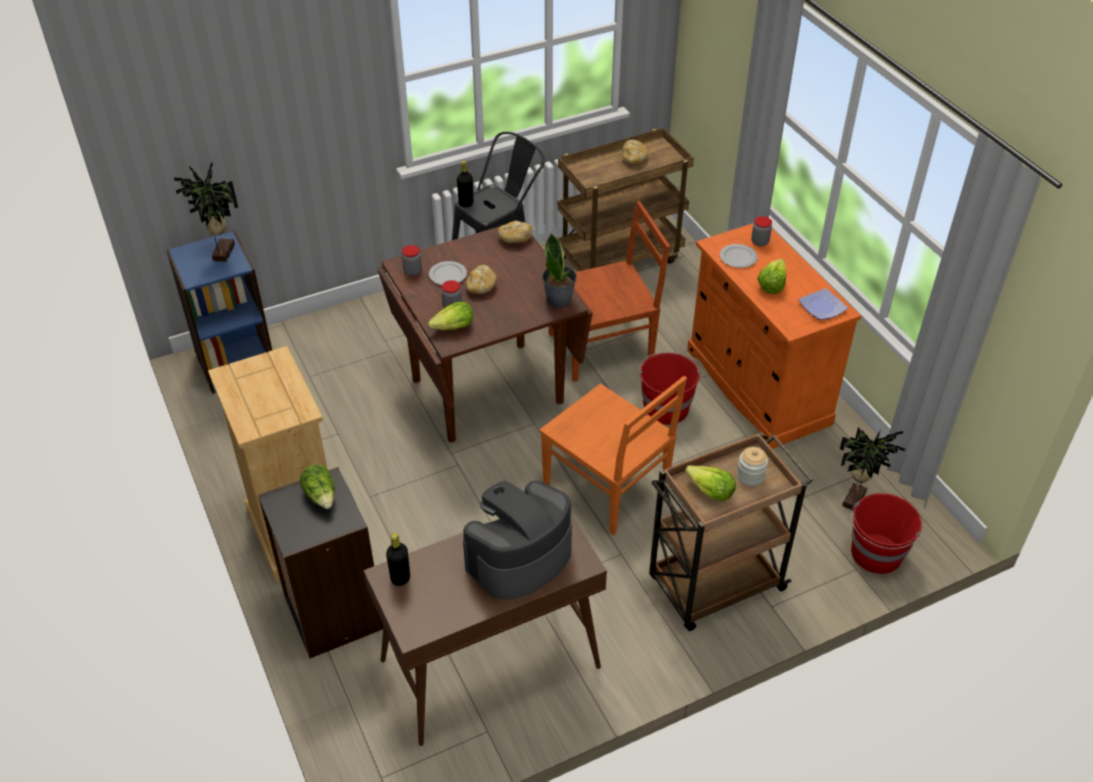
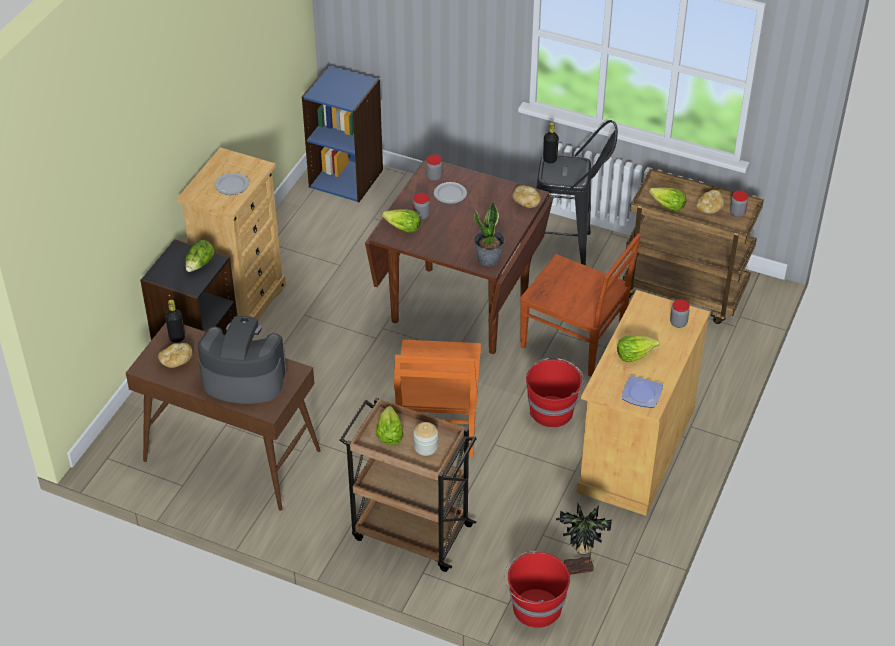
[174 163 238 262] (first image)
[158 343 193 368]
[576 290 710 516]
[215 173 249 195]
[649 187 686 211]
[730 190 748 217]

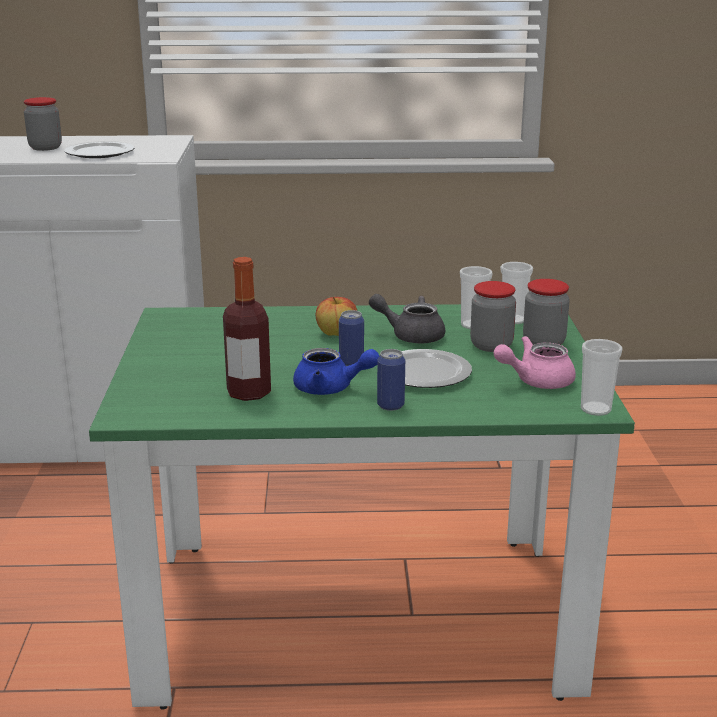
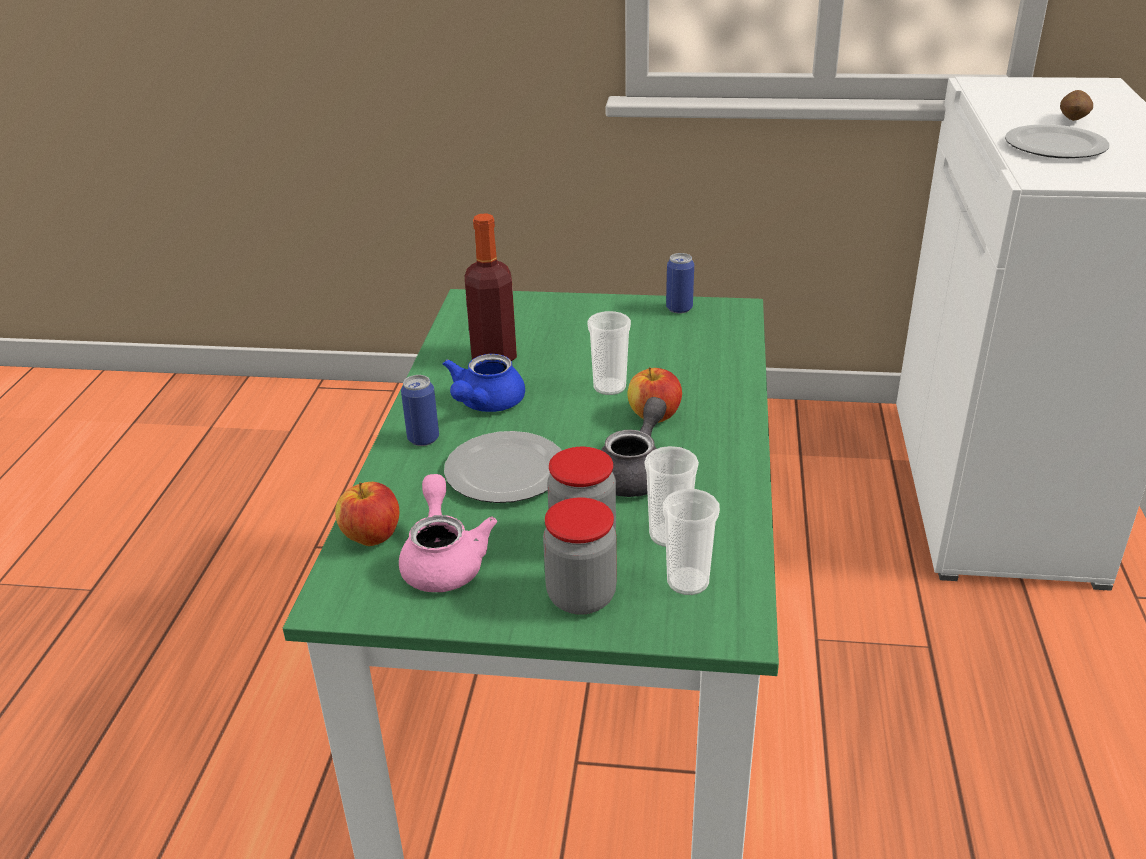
[1060 90 1093 121]
[666 253 694 313]
[587 311 631 395]
[335 482 399 546]

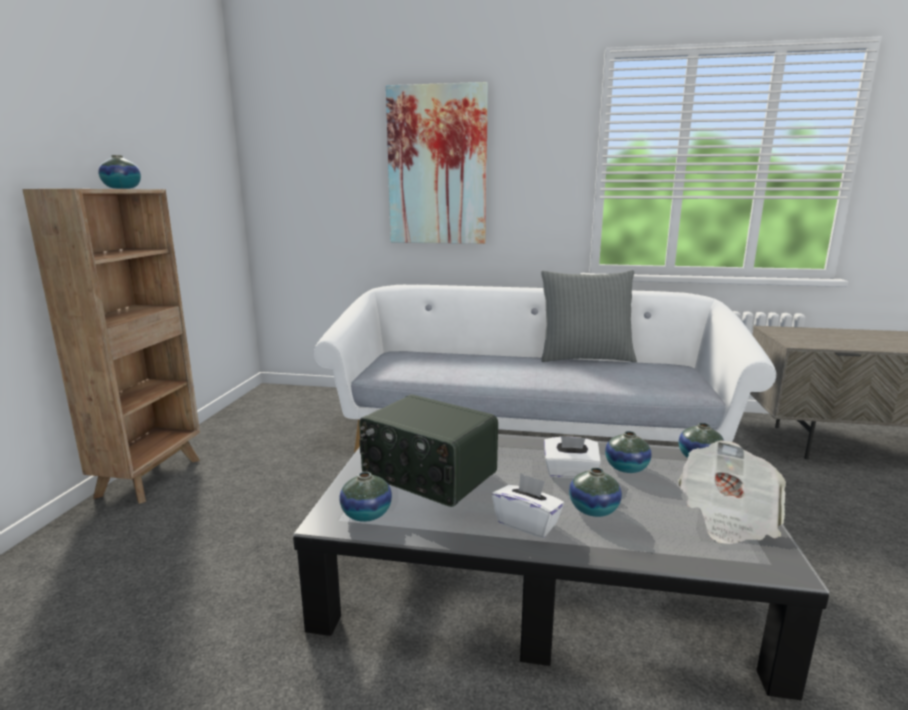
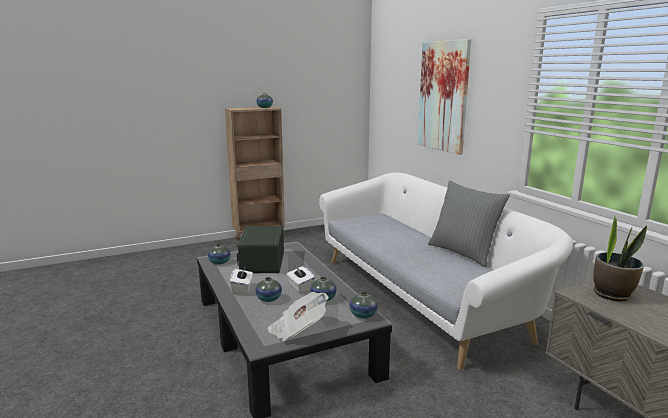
[593 215 647 301]

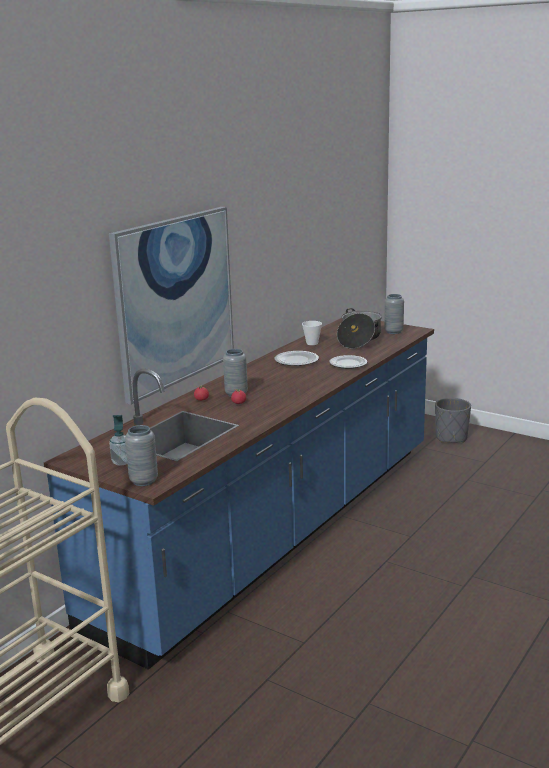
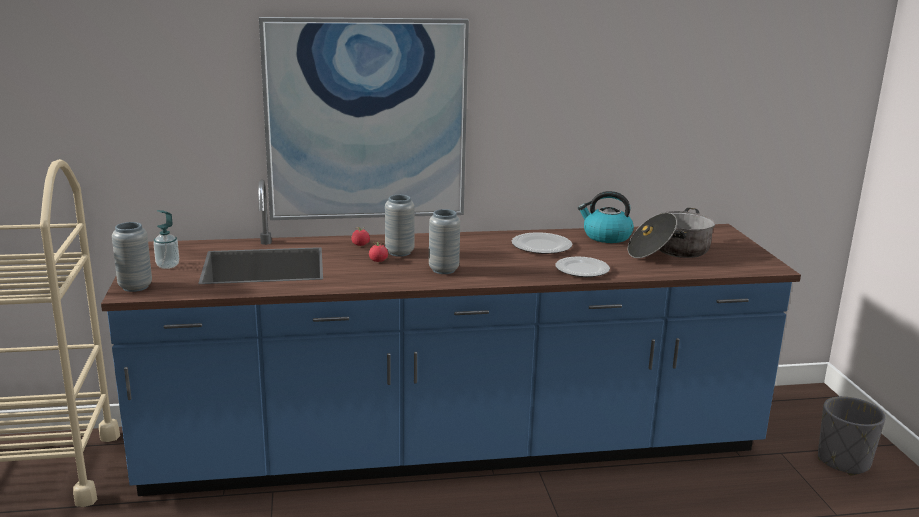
[578 191 634 243]
[429 209 460 274]

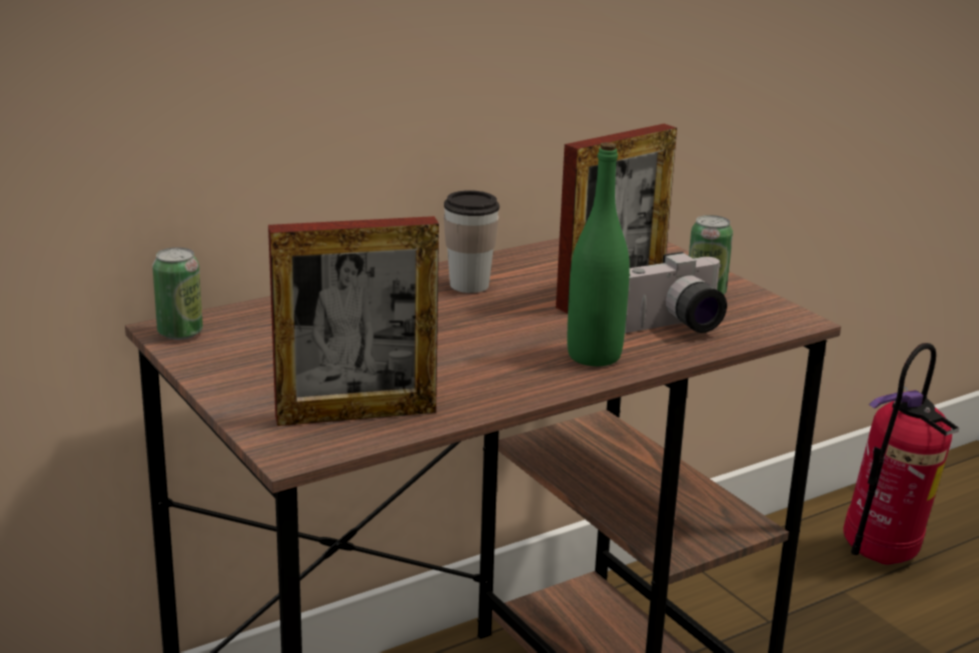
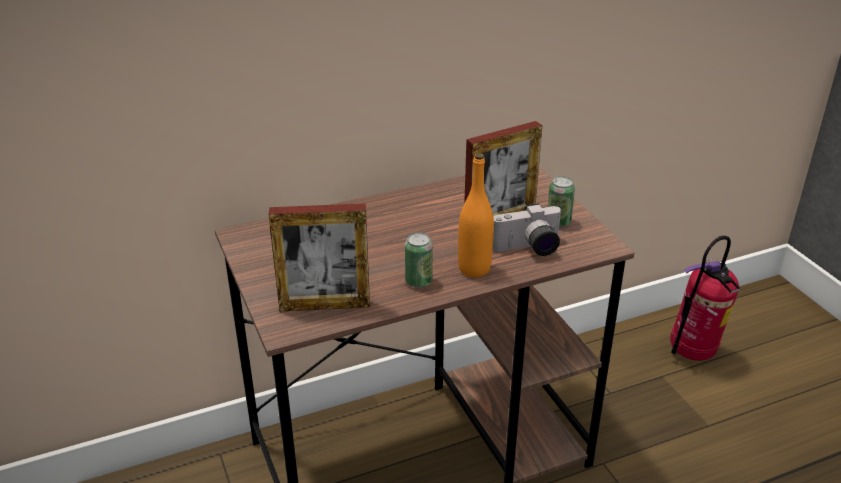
[405 232 433 288]
[444 190 499 293] (first image)
[458 153 494 277]

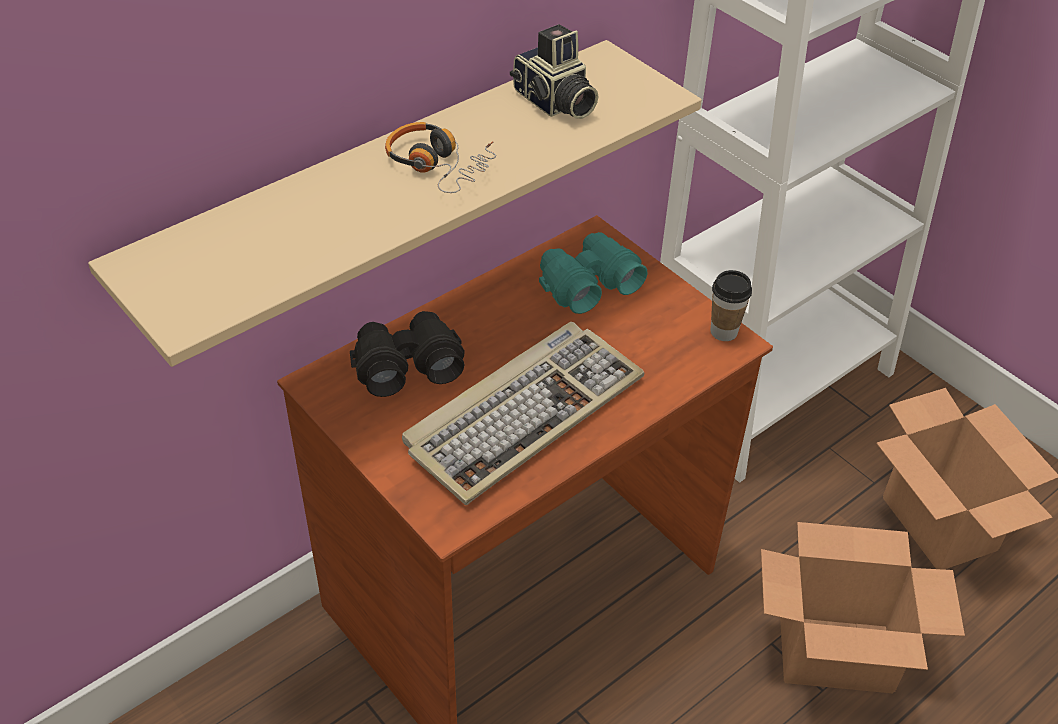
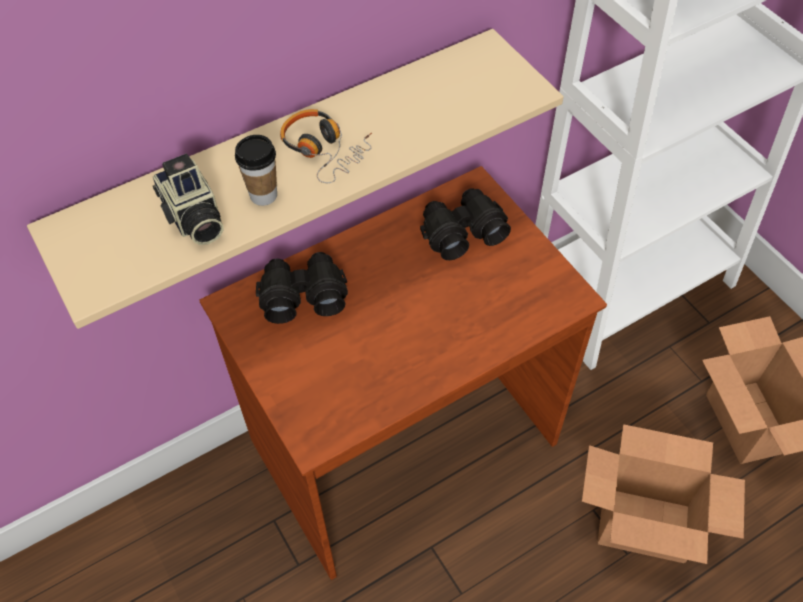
[402 322 644 505] (first image)
[153 154 224 245]
[420 188 511 260]
[235 135 277 206]

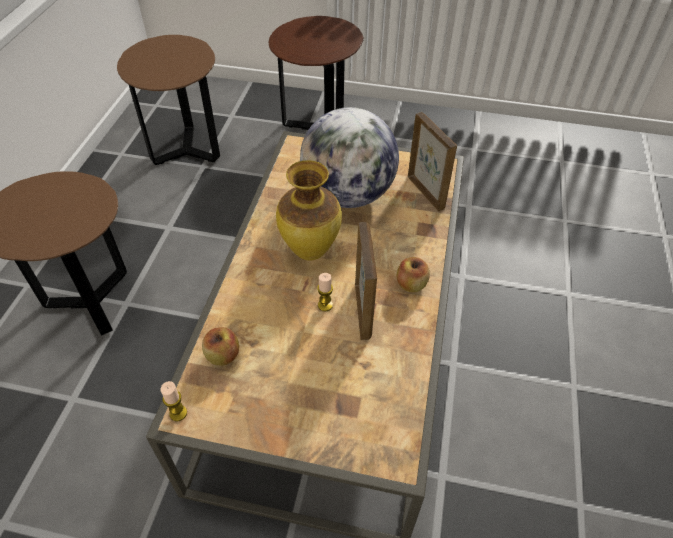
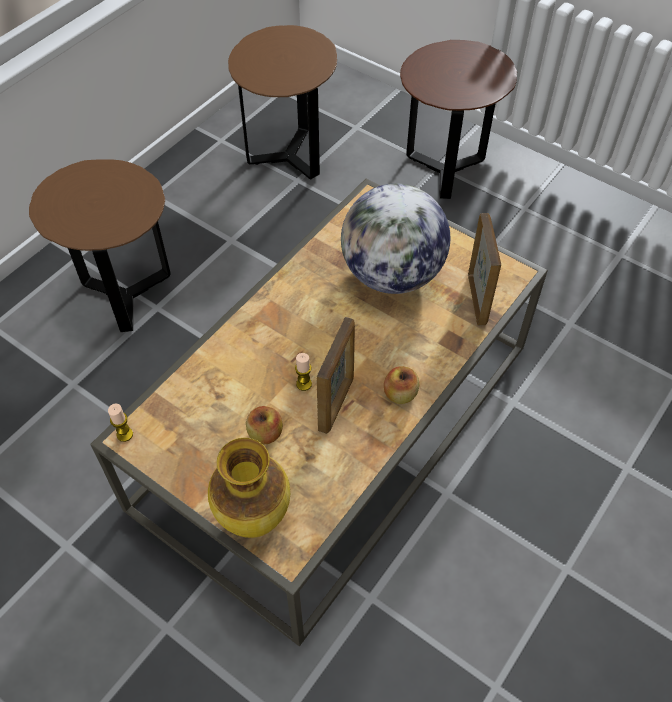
[246 406 283 445]
[208 438 290 538]

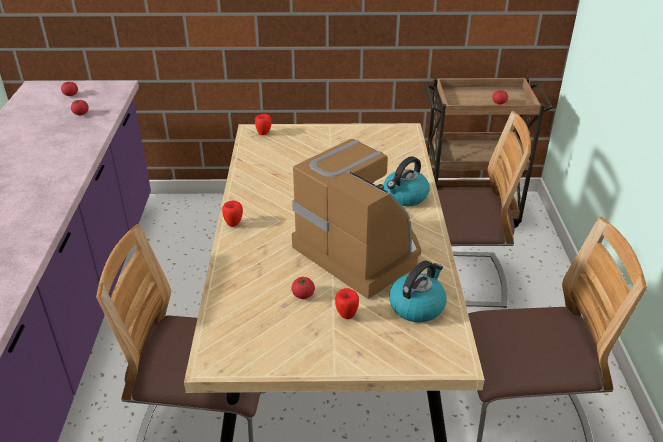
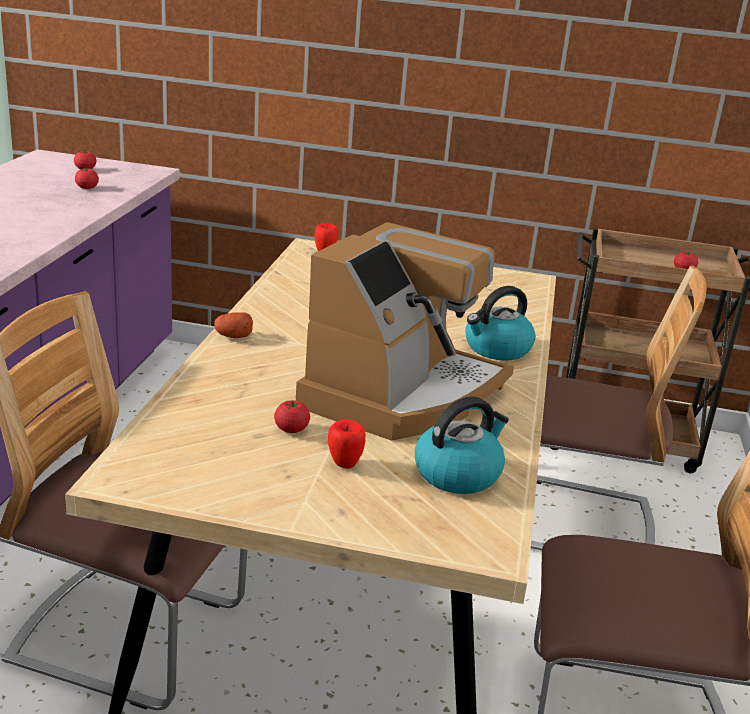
[214 312 253 338]
[296 222 514 441]

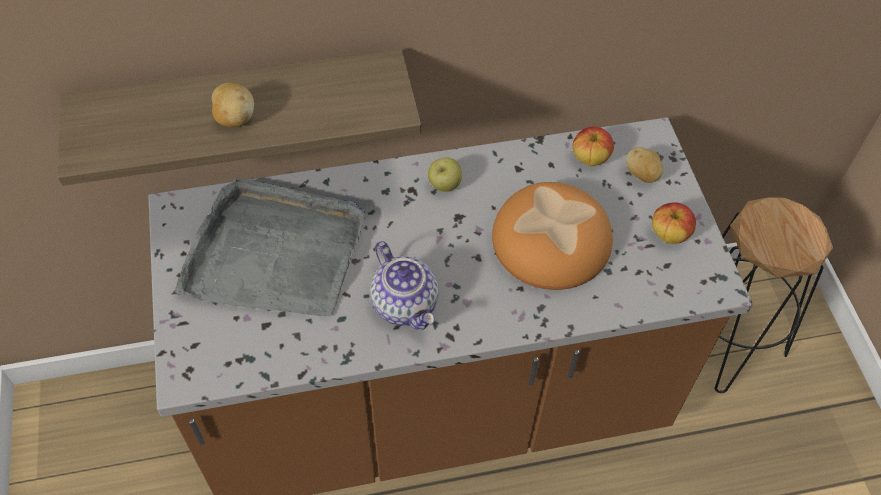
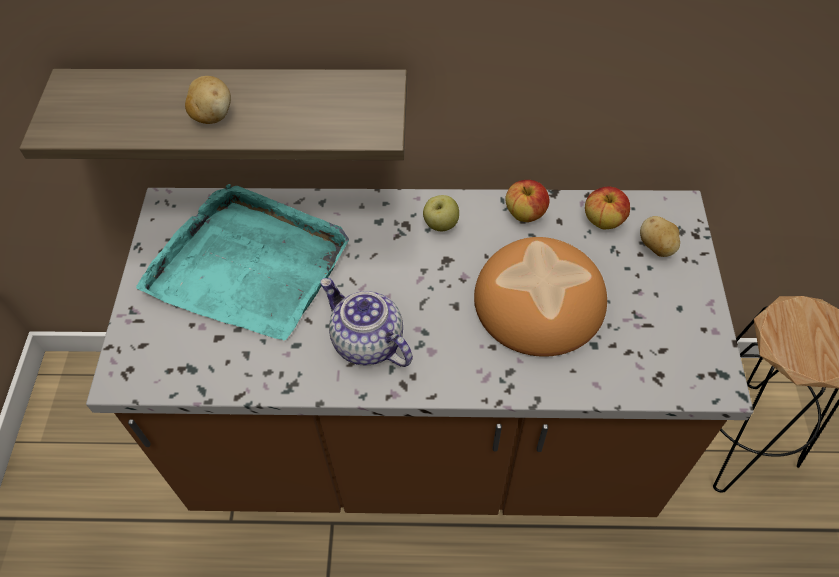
[136 184 349 340]
[320 278 413 367]
[505 180 549 222]

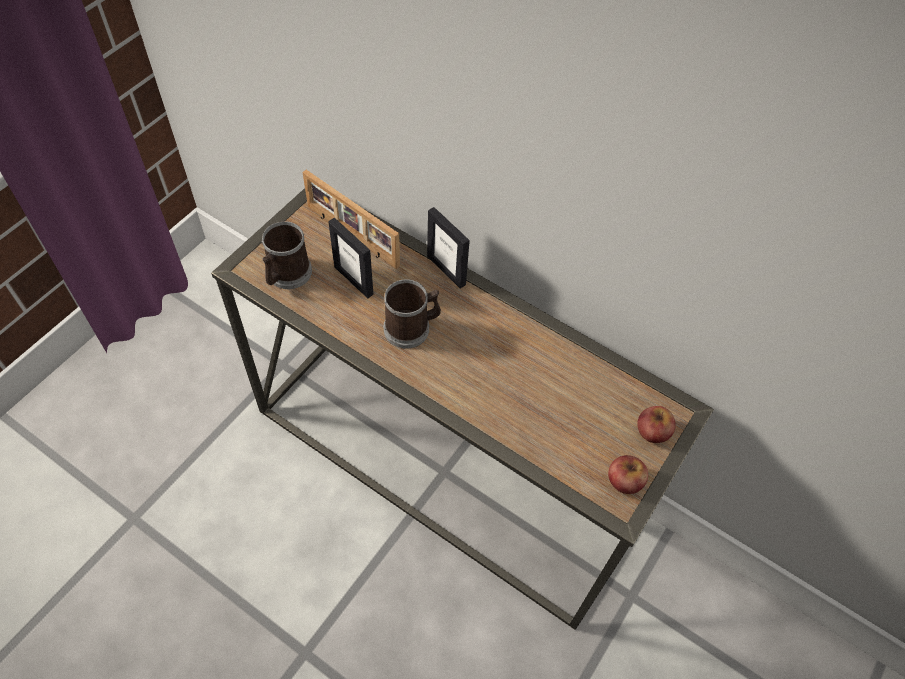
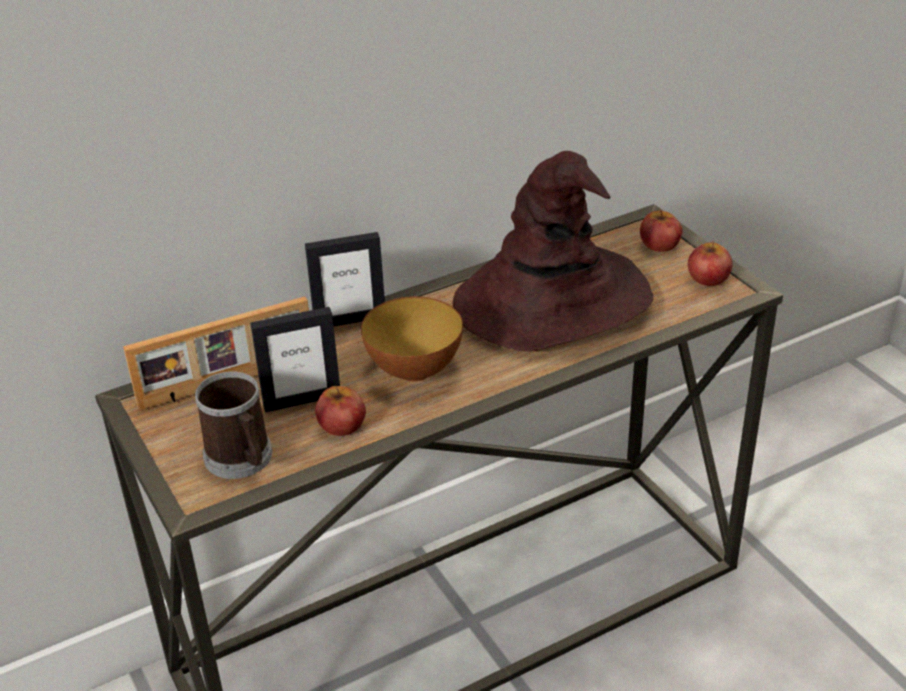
[361 296 463 381]
[315 385 366 436]
[453 151 653 352]

